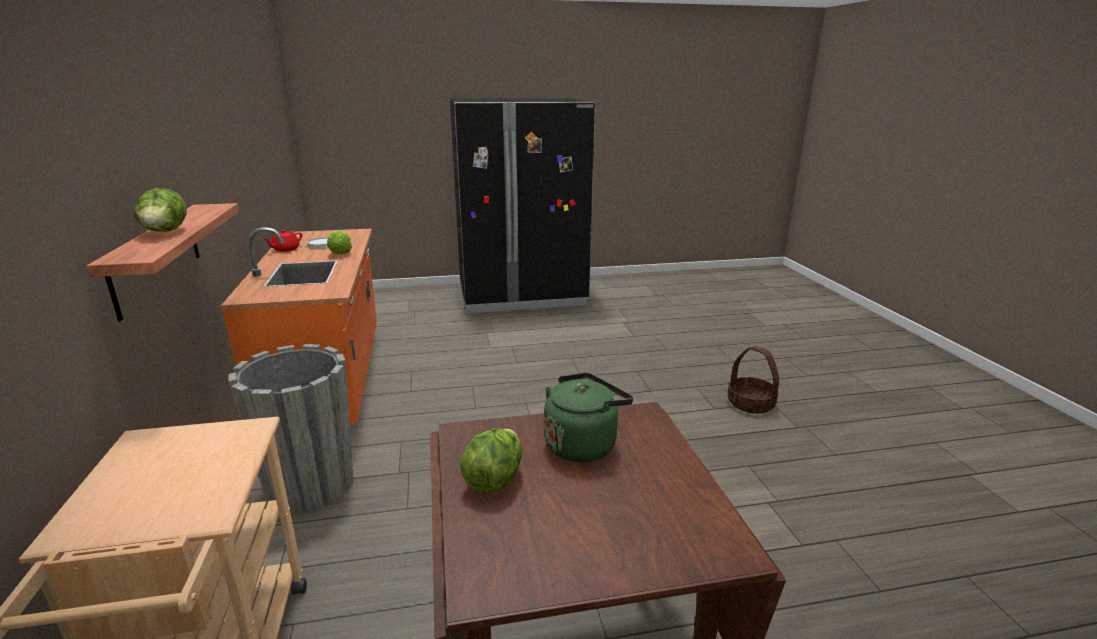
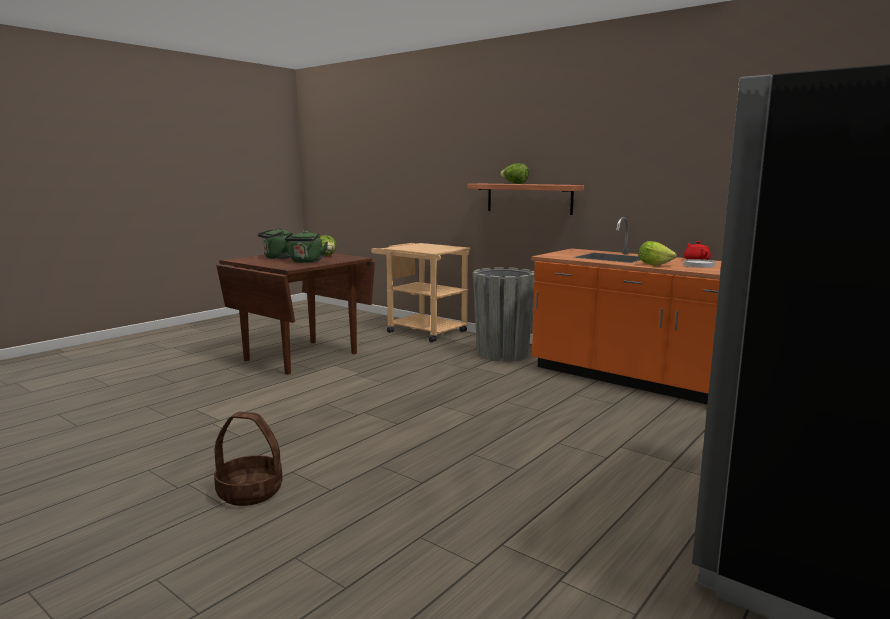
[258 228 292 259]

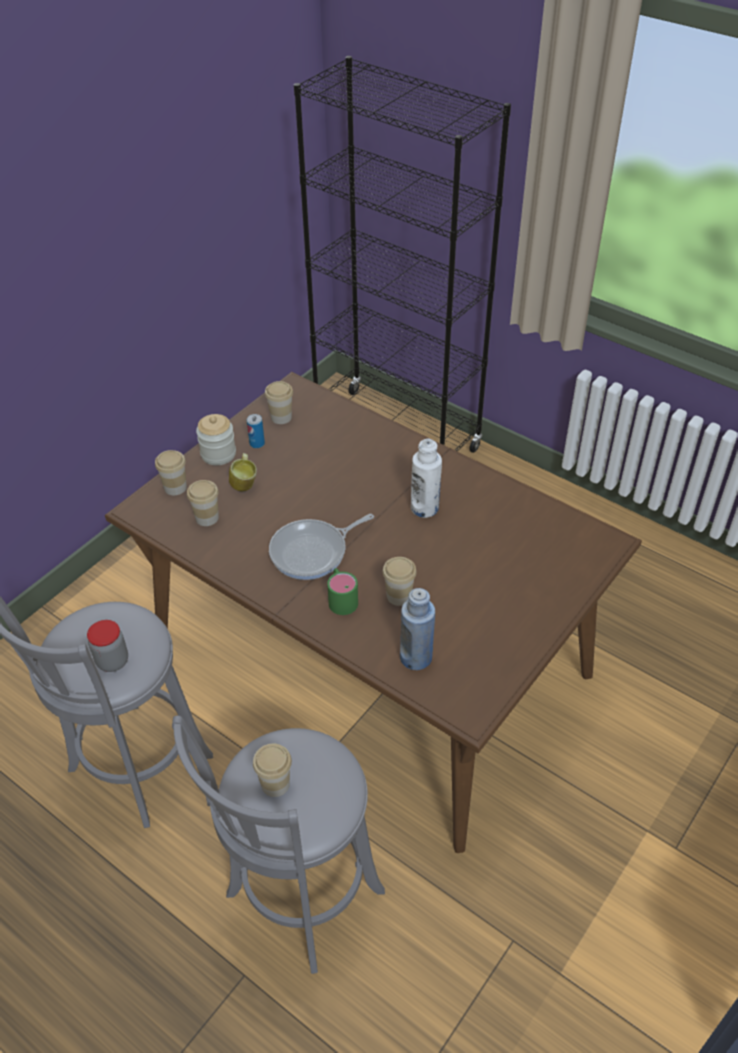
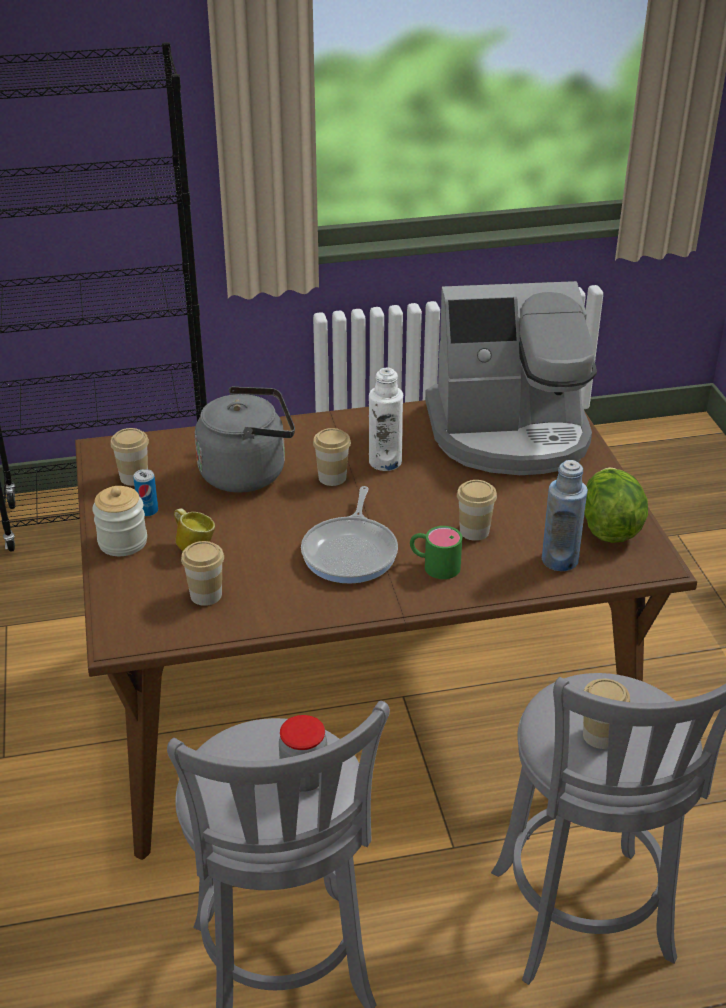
[313 428 351 486]
[195 386 295 492]
[425 281 597 475]
[584 467 648 543]

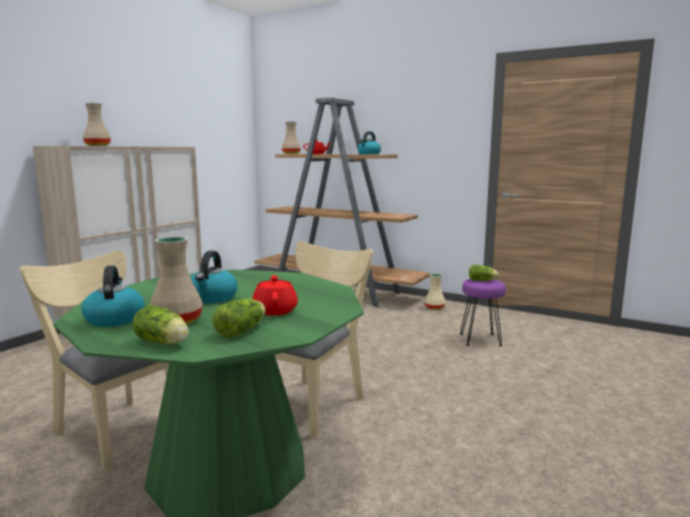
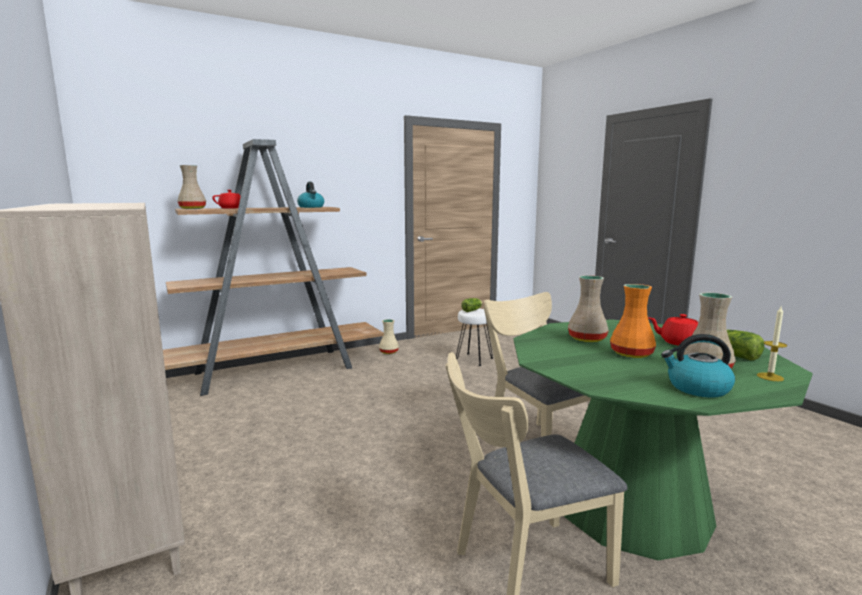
[568 275 609 342]
[757 307 787 381]
[610 284 656 358]
[456 309 493 366]

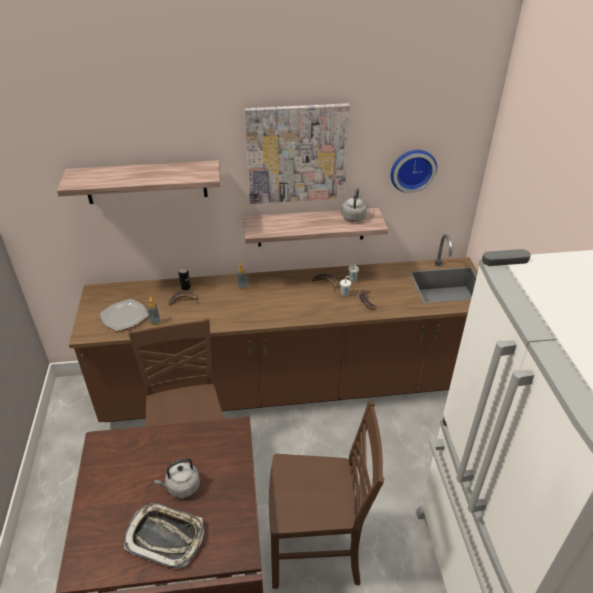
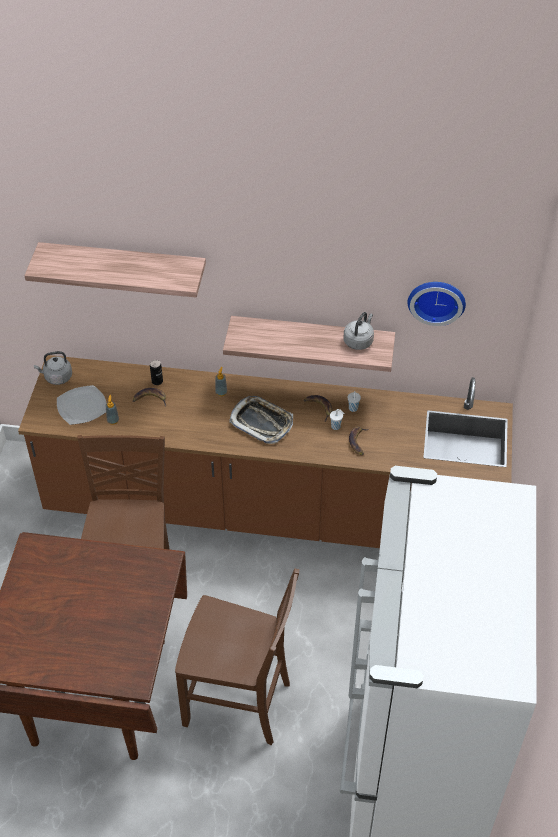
[229 396 293 444]
[34 351 72 385]
[245 103 350 204] (first image)

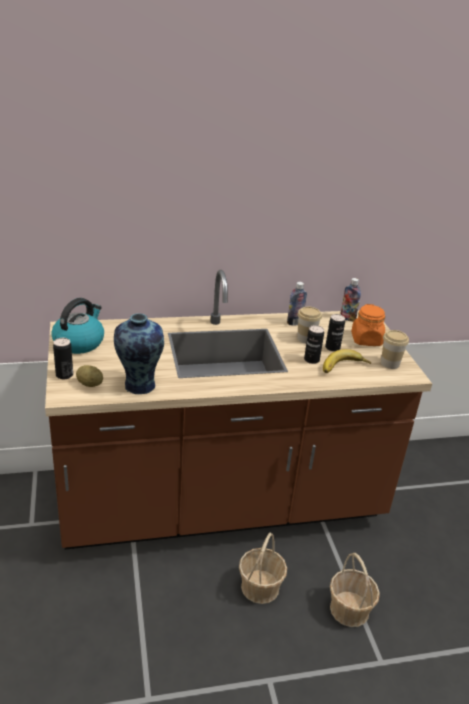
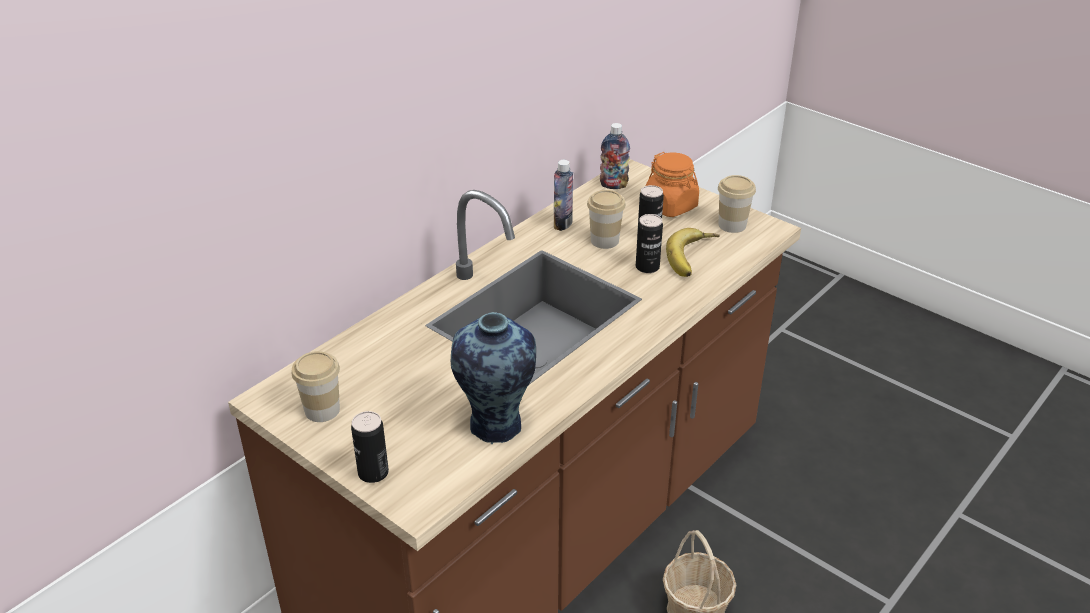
[292 351 340 422]
[76 365 103 387] (first image)
[330 553 380 627] (first image)

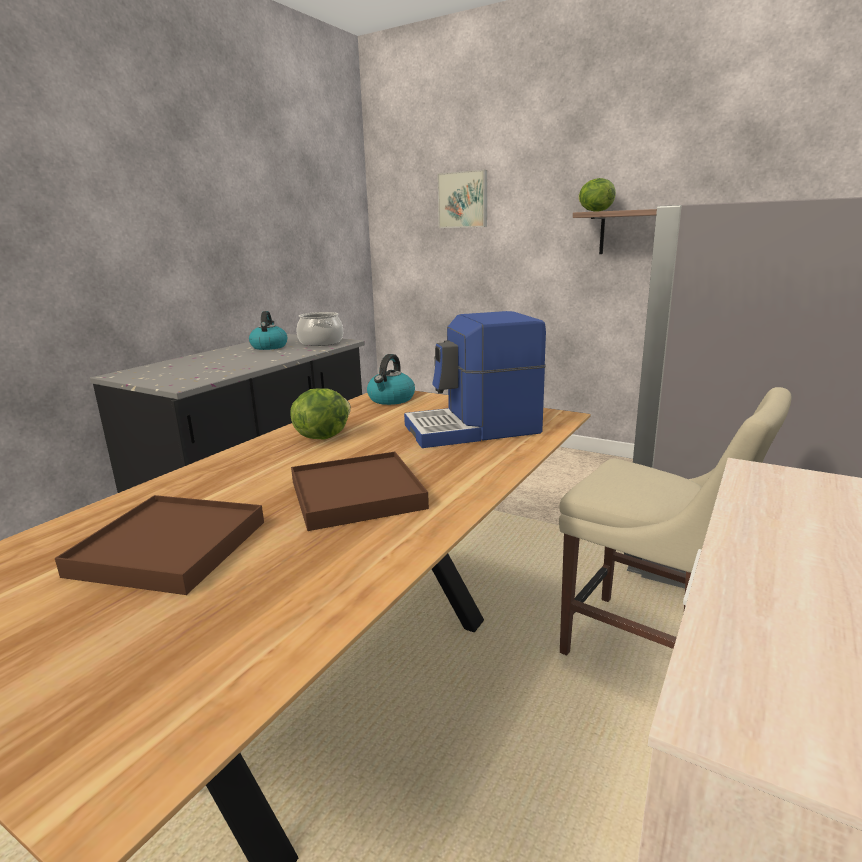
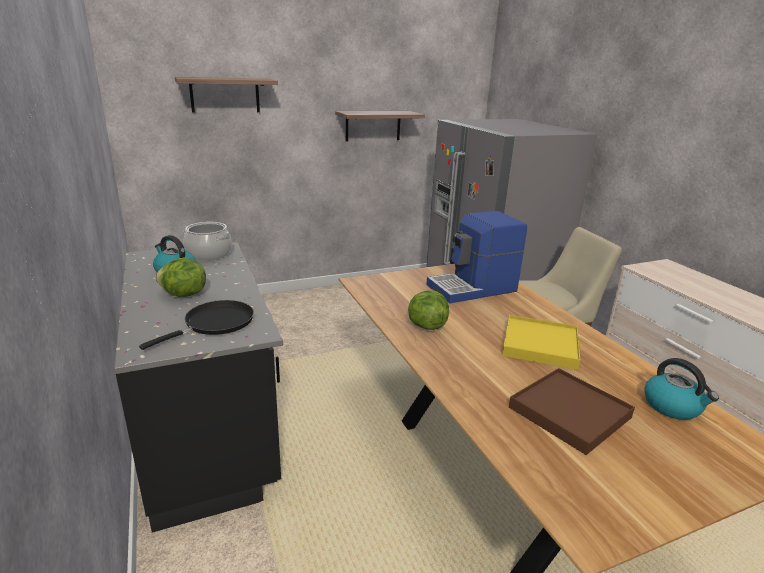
[502 315 580 370]
[644 358 719 420]
[426 211 527 303]
[175 77 278 113]
[155 258 206 297]
[139 300 254 350]

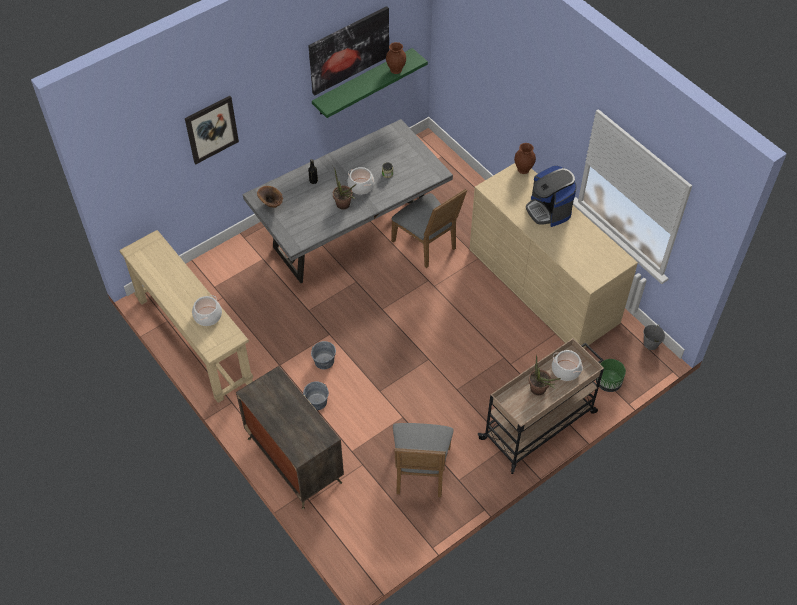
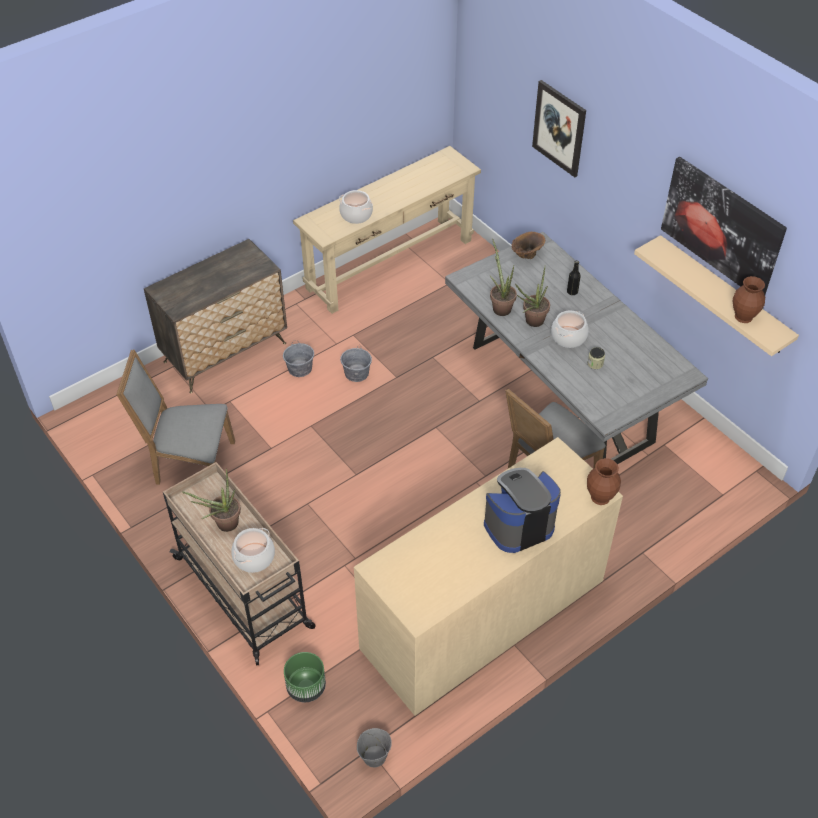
[634 235 799 356]
[490 238 517 316]

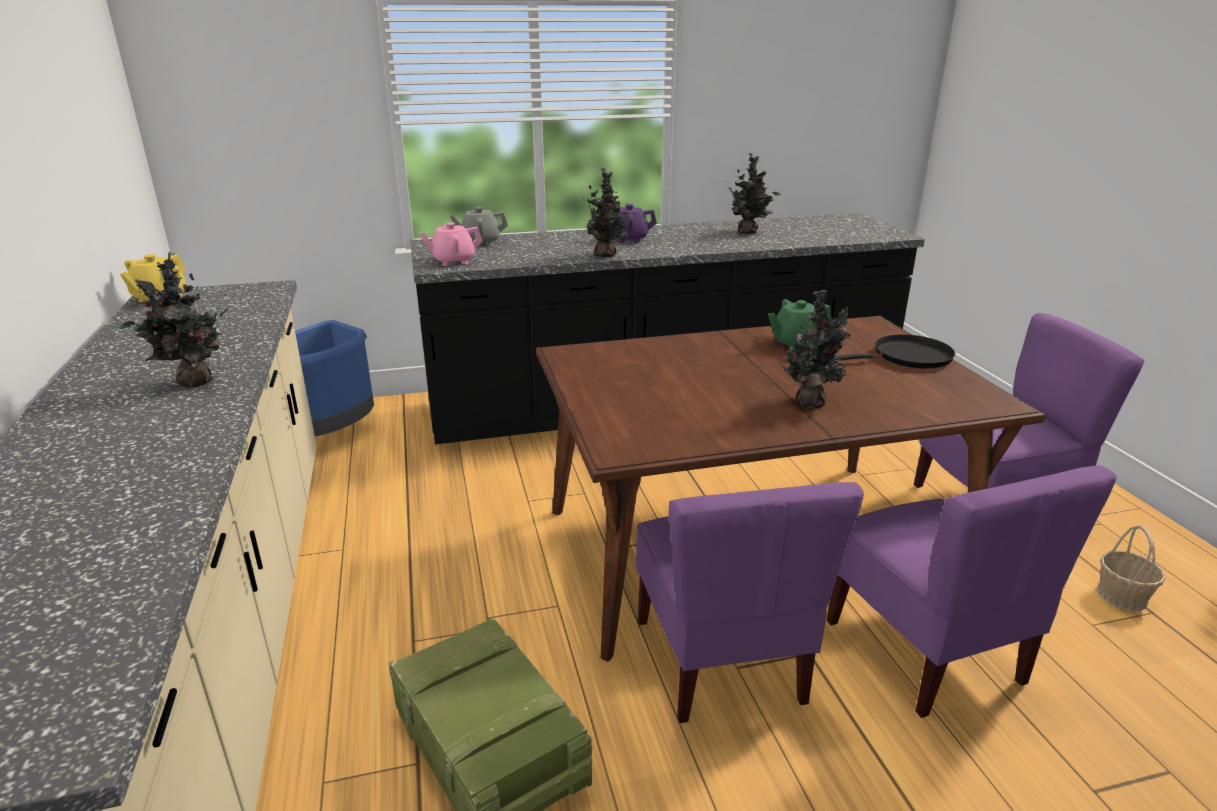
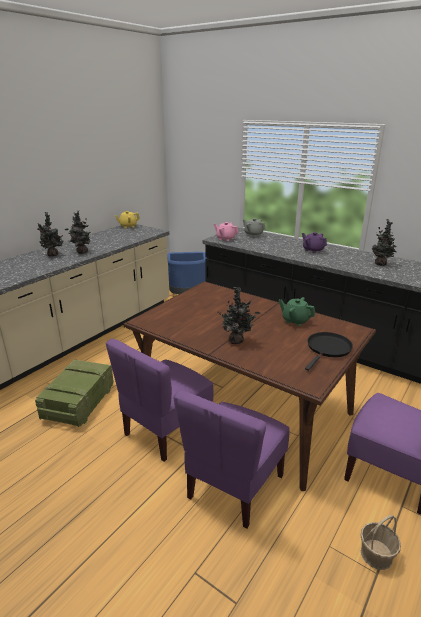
[37 212 63 256]
[305 332 353 371]

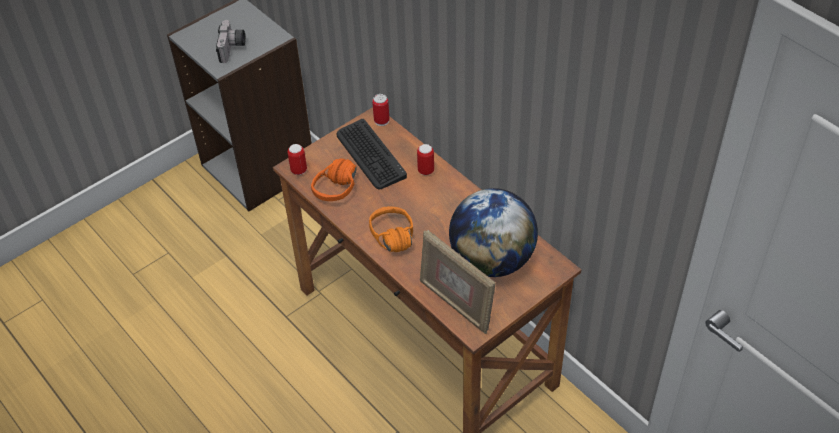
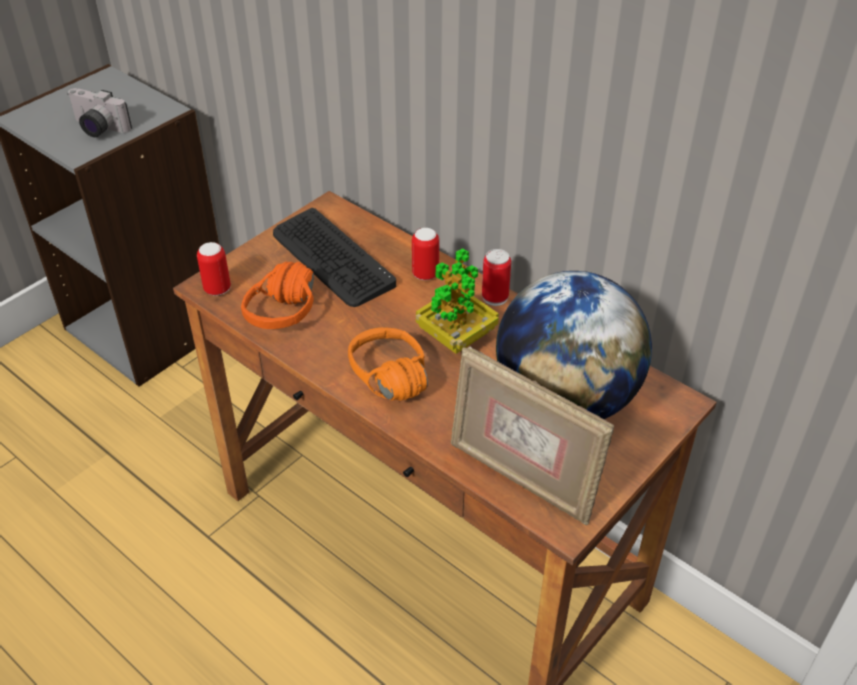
[67 88 132 137]
[482 249 511 306]
[416 248 499 354]

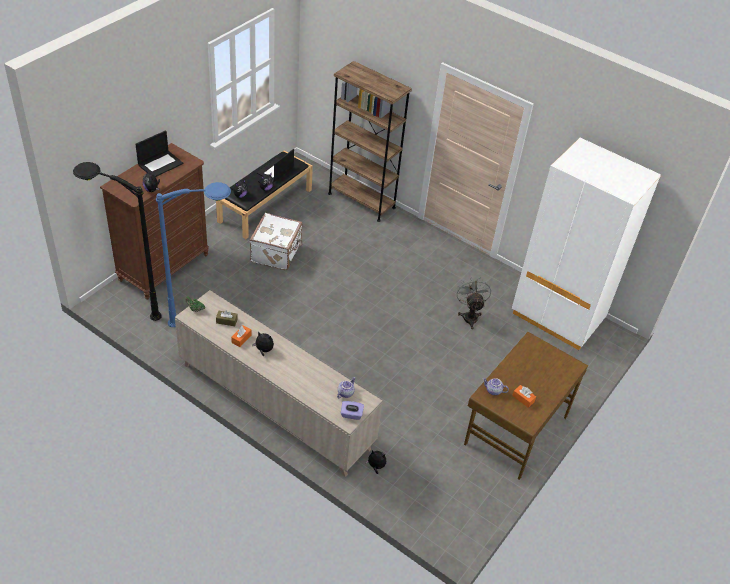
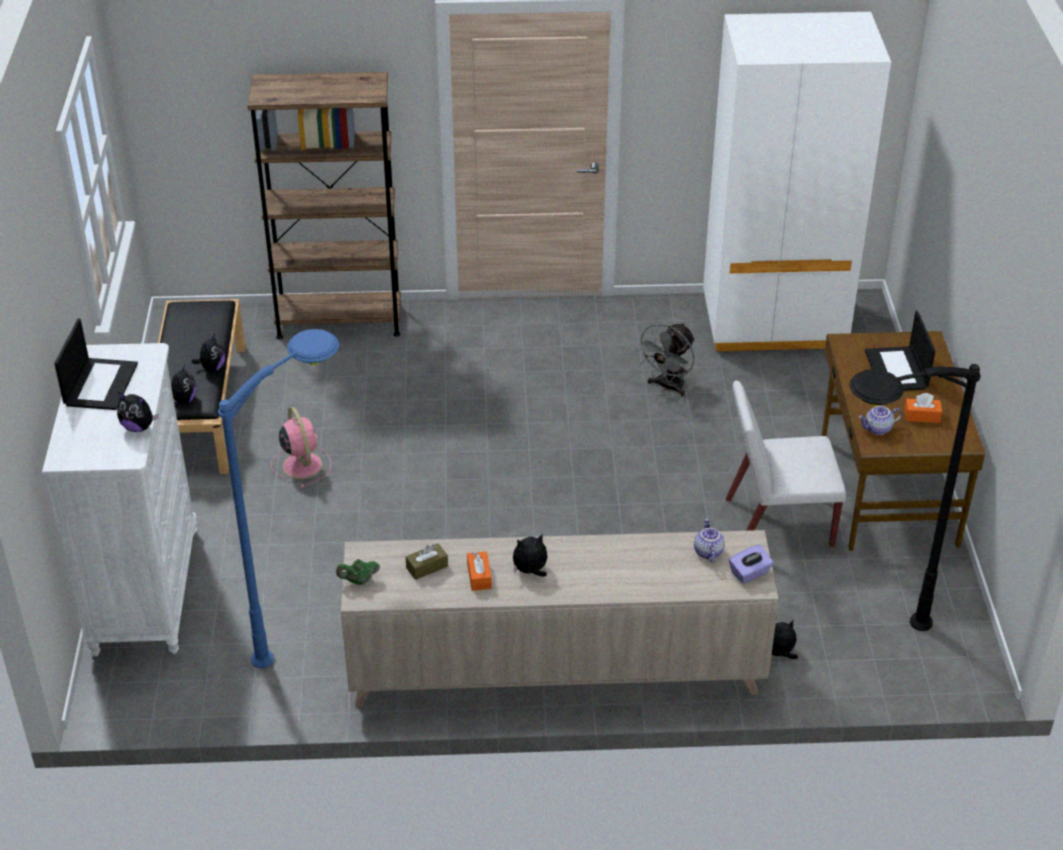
[850 364 981 631]
[42 343 197 657]
[271 407 331 488]
[865 311 935 391]
[635 323 695 397]
[726 380 846 547]

